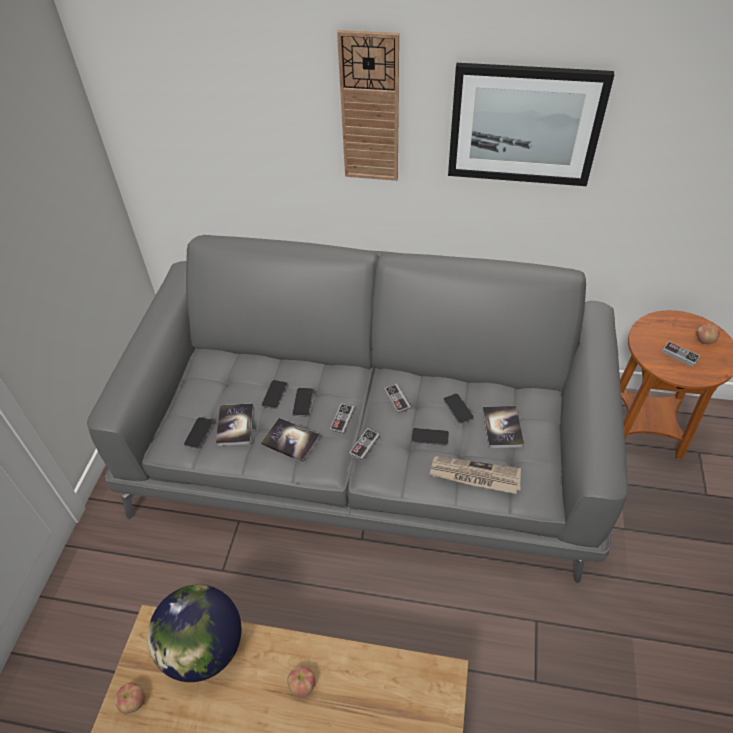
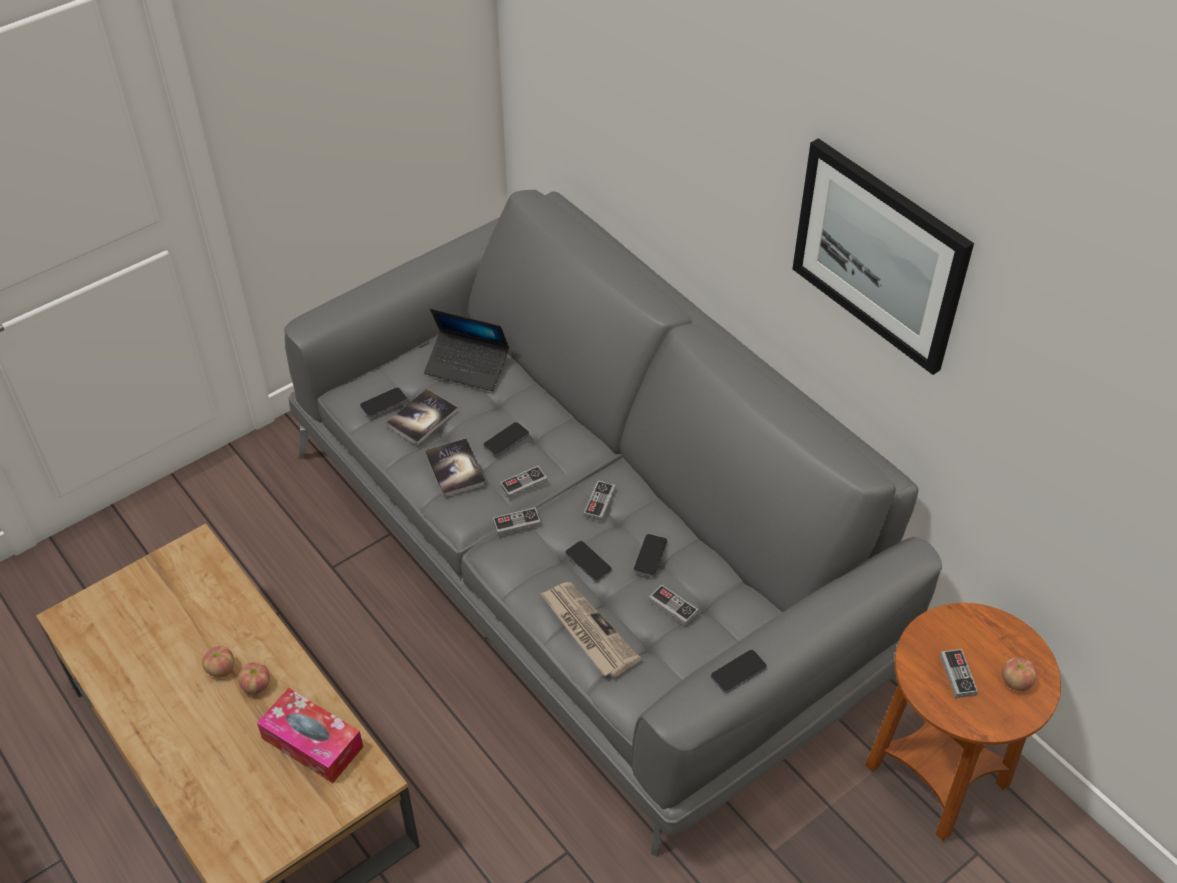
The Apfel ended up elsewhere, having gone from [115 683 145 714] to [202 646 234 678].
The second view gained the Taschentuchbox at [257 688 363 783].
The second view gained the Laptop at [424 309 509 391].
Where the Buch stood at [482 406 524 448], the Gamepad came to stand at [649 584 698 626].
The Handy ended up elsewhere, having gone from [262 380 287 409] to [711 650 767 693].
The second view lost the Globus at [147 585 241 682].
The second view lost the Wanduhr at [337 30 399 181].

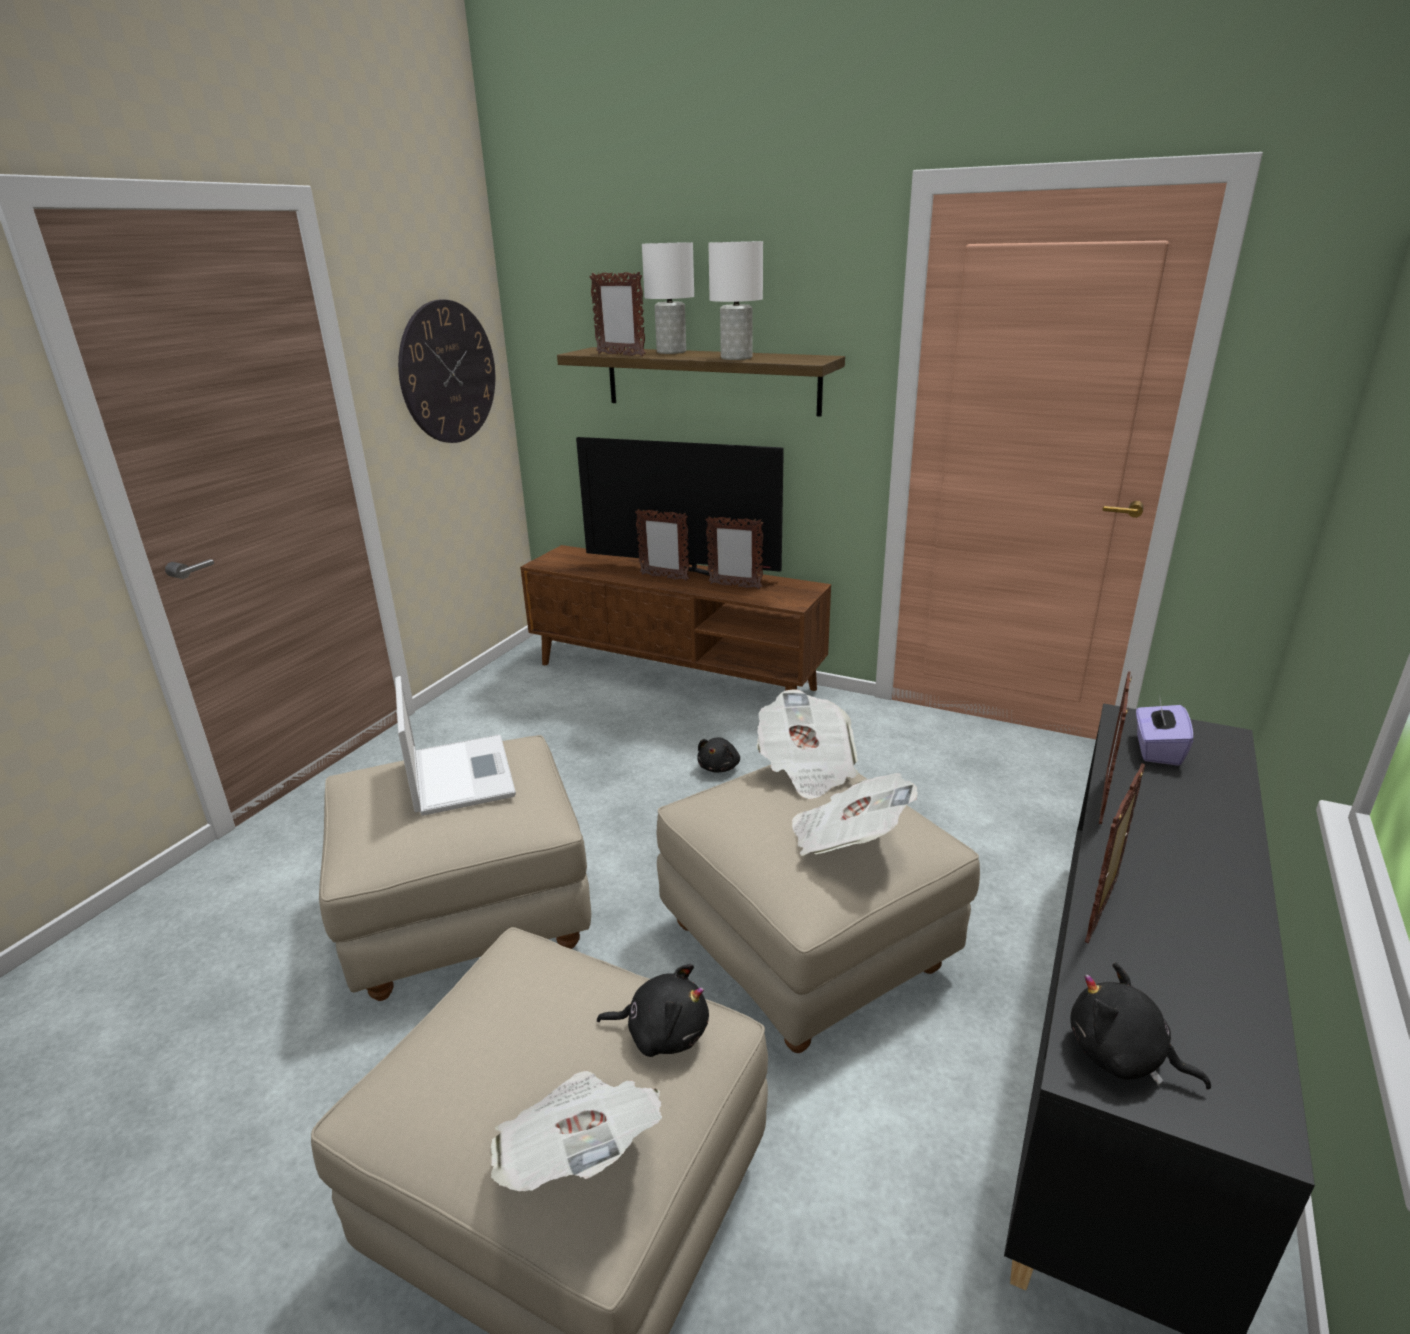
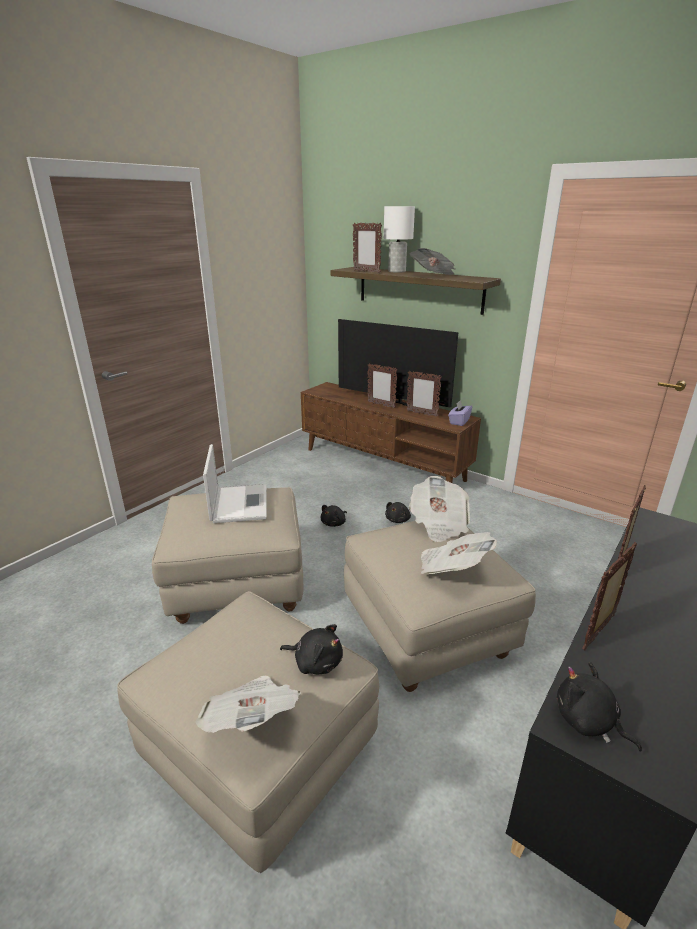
The second view gained the Plüschtier [schwarz] at [321 505 347 527].
Where the Tischlampe [weiß] stood at [708 241 763 360], the Zeitung came to stand at [410 248 455 275].
The Taschentuchbox [lila] ended up elsewhere, having gone from [1136 700 1193 766] to [448 400 472 426].
The second view lost the Wanduhr at [398 299 495 443].

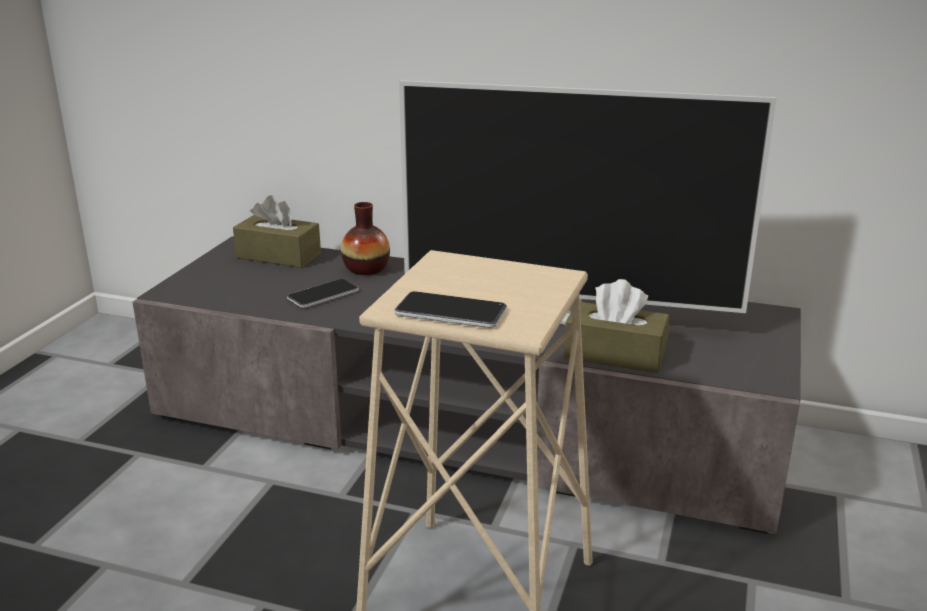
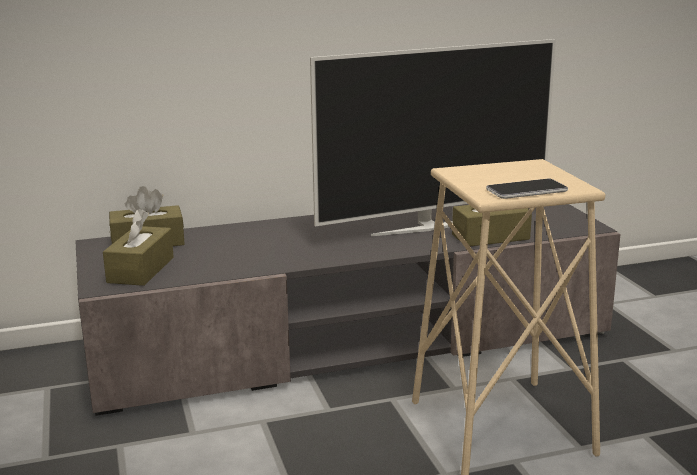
The second view gained the Taschentuchbox [braun] at [103 209 174 286].
The second view lost the Handy at [287 279 359 308].
The second view lost the Vase at [341 202 390 275].

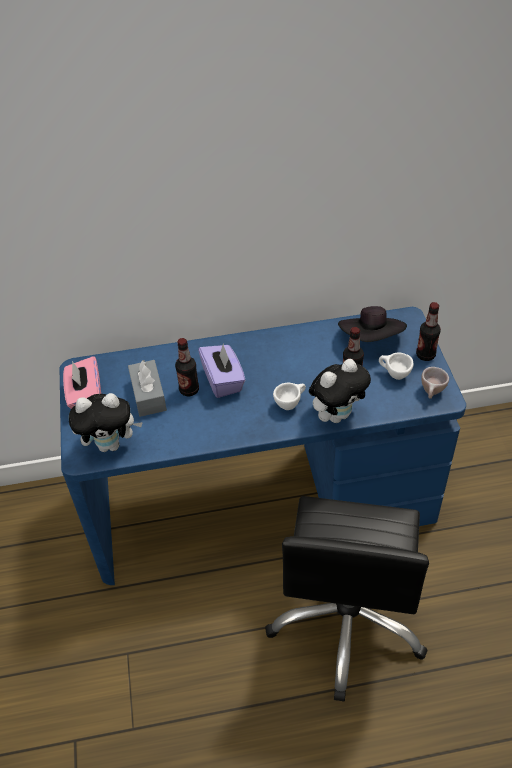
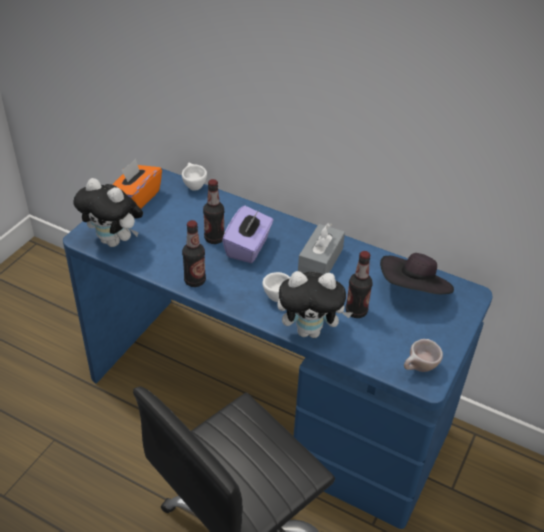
What was the Taschentuchbox [rosa] at [63 356 101 409] turned into the Taschentuchbox [orange] at [112 159 162 209].
The Tasse [weiß] ended up elsewhere, having gone from [379 352 413 380] to [182 162 207 191].
The Flasche ended up elsewhere, having gone from [416 302 441 361] to [182 220 206 287].
The Taschentuchbox [grau] ended up elsewhere, having gone from [128 360 167 417] to [298 223 345 275].

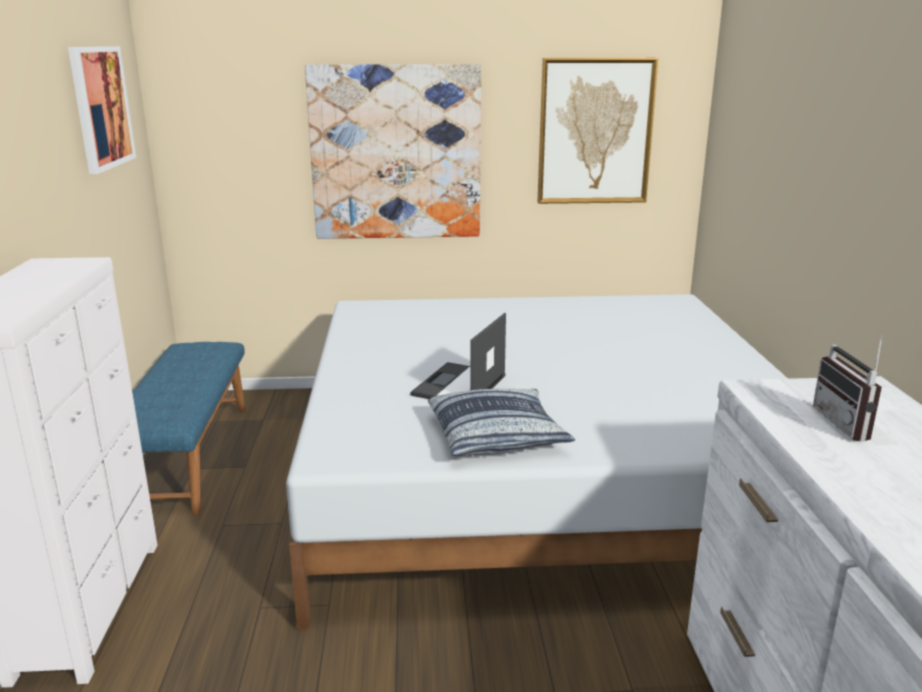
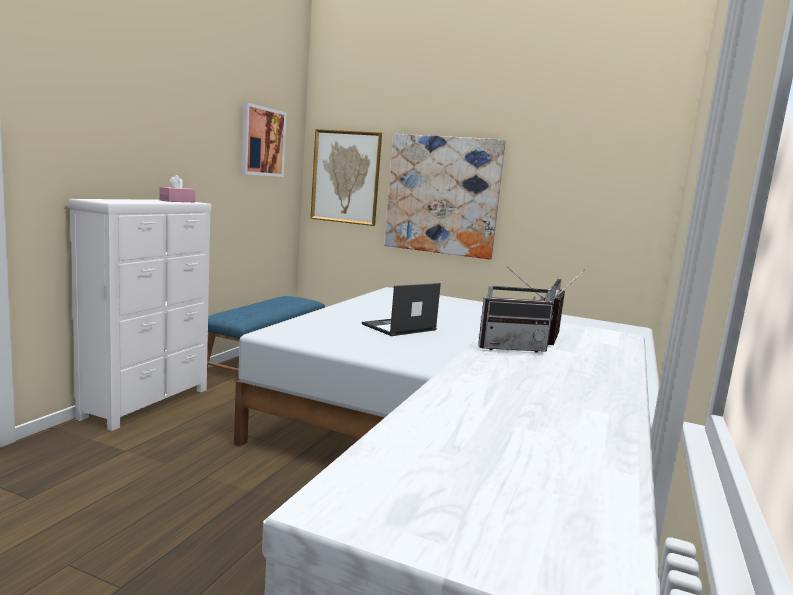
The second view gained the Taschentuchbox [rosa] at [159 175 195 202].
The Bild ended up elsewhere, having gone from [538 58 658 204] to [310 129 382 226].
The second view gained the Radio at [478 266 553 353].
The second view lost the Kissen at [428 389 575 456].

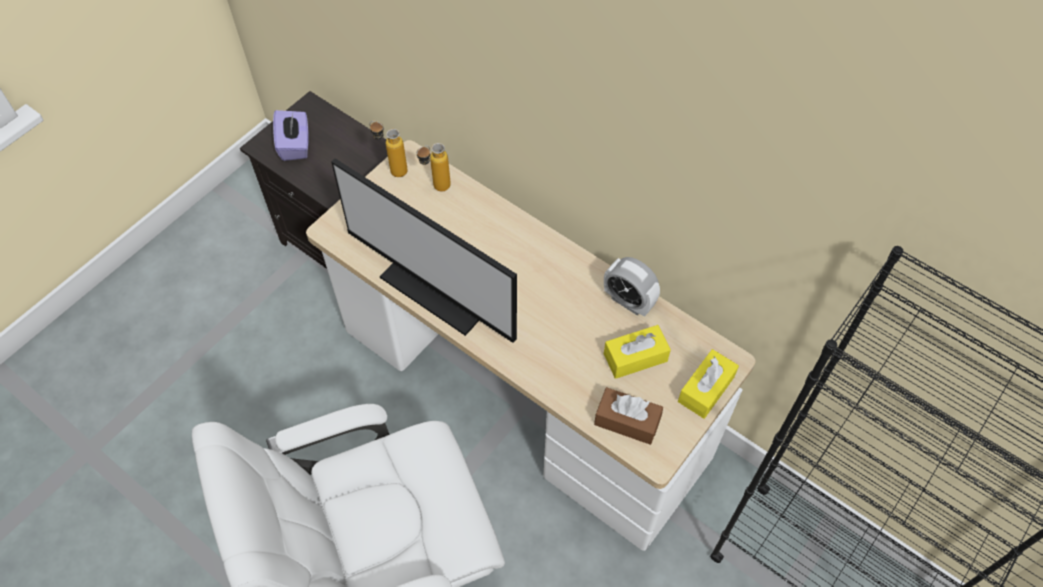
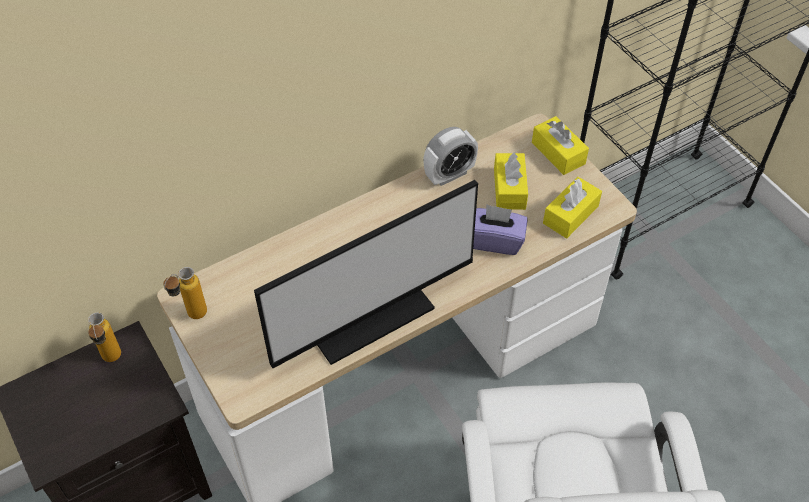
The Flasche ended up elsewhere, having gone from [416 143 451 192] to [88 312 121 362].
The Taschentuchbox [lila] ended up elsewhere, having gone from [273 110 309 161] to [473 204 528 255].
What was the Taschentuchbox [braun] at [594 387 663 445] turned into the Taschentuchbox [gelb] at [543 177 602 238].

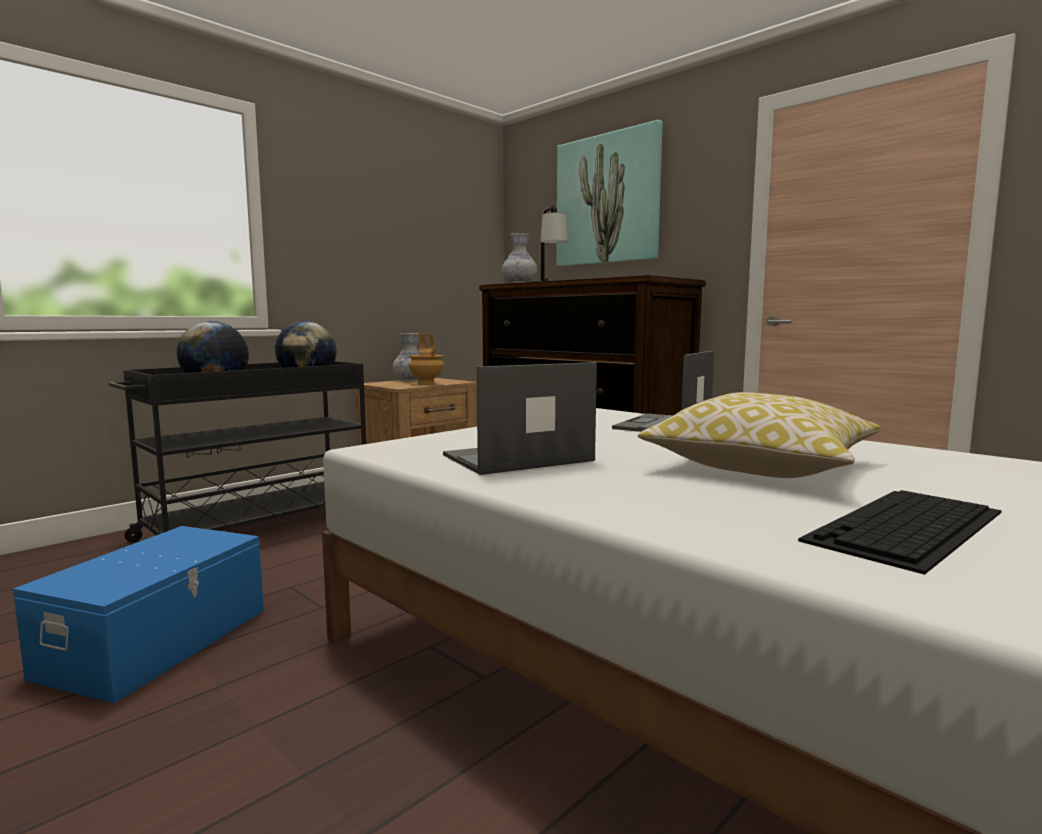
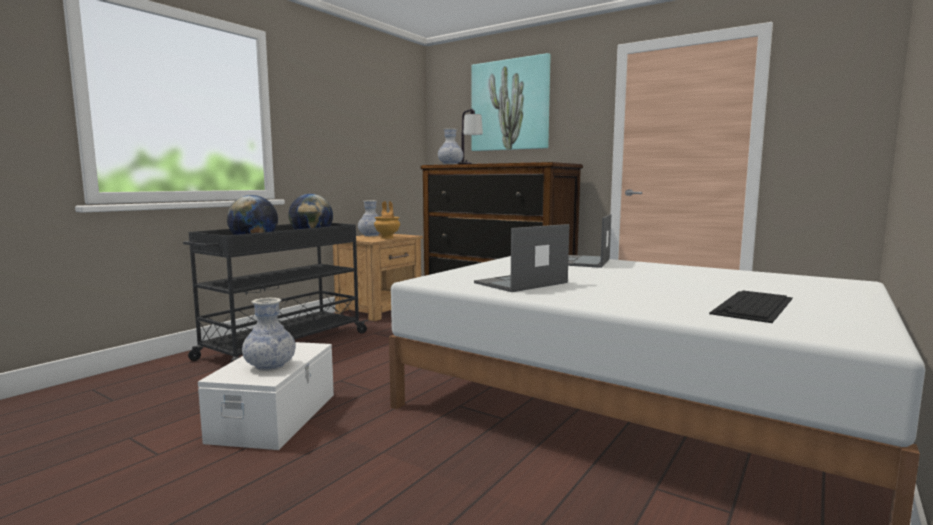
What was the Aufbewahrungsbox [blau] at [13 526 264 703] turned into the Aufbewahrungsbox [weiß] at [198 342 334 450].
The second view gained the Vase at [242 298 296 371].
The second view lost the Kissen at [638 392 881 478].

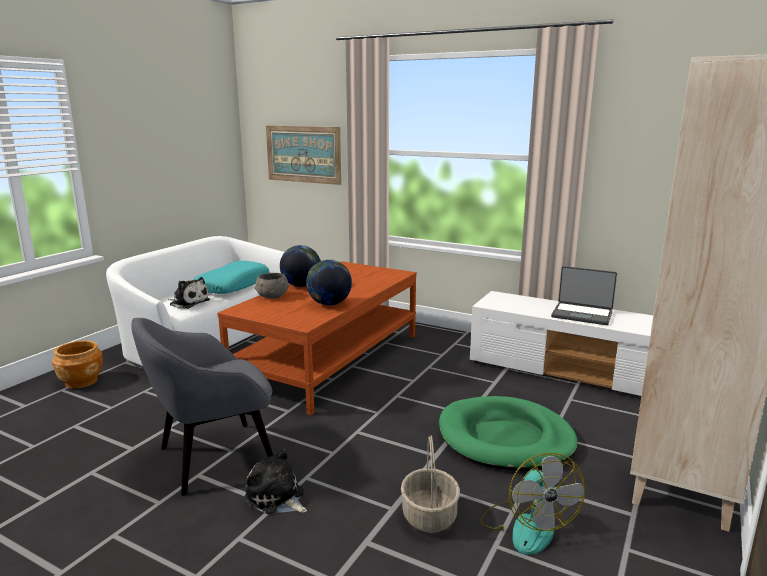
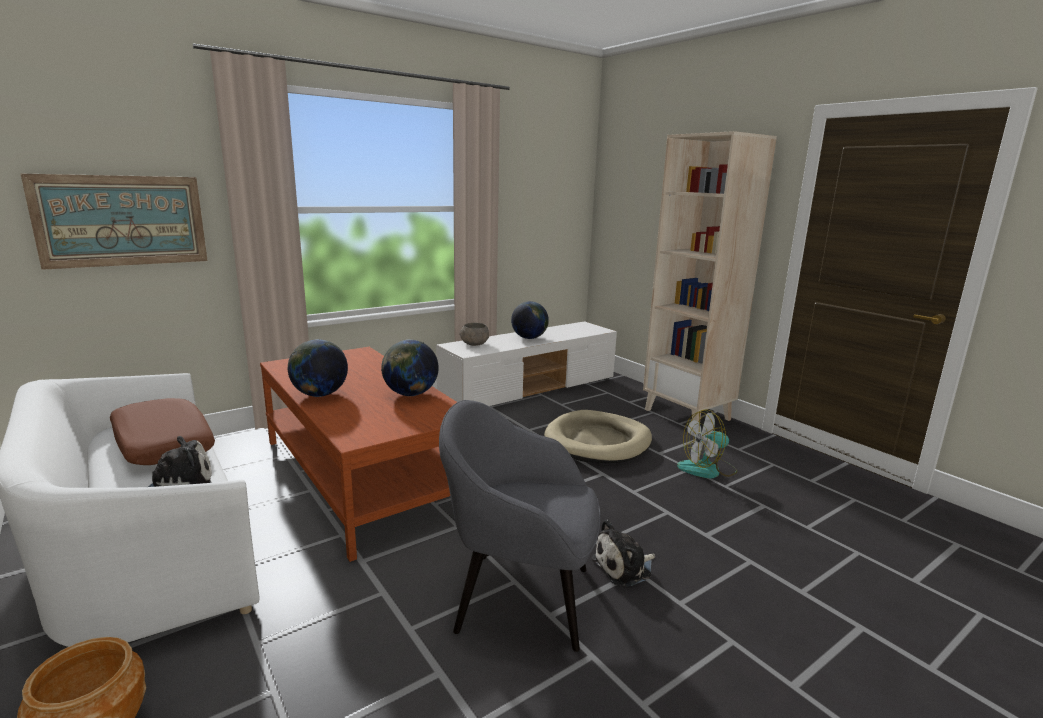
What was the Kissen [türkis] at [193 261 269 294] turned into the Kissen [braun] at [110 398 215 465].
The Sessel [grau] at [131 318 274 496] ended up facing another way, 105 degrees clockwise from before.
The Schüssel [grau] ended up elsewhere, having gone from [254 273 289 299] to [459 323 489 346].
Where the Laptop stood at [551 266 617 325], the Globus came to stand at [511 301 549 339].
What was the Hundebett [grün] at [439 396 578 471] turned into the Hundebett [beige] at [544 410 652 463].
The Ventilator at [480 453 585 555] ended up facing another way, 150 degrees clockwise from before.
The second view lost the Korb at [401 435 460 533].

